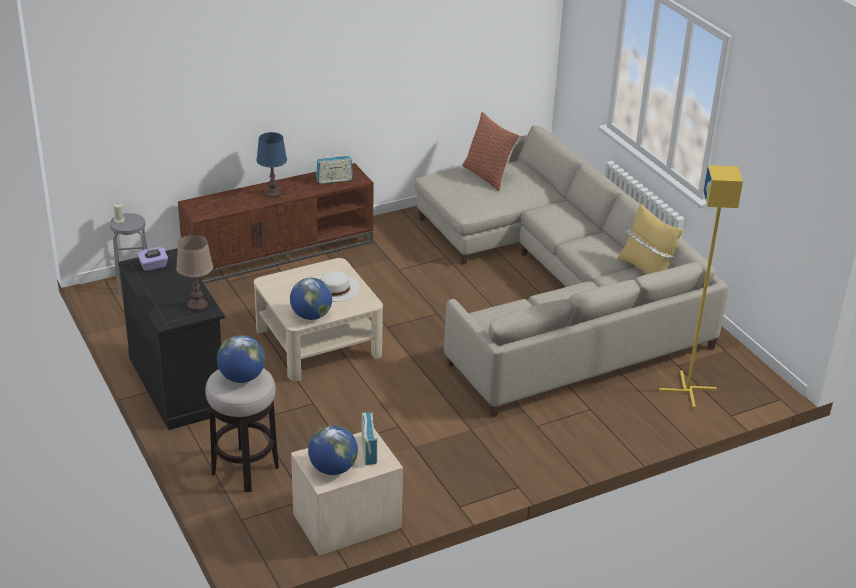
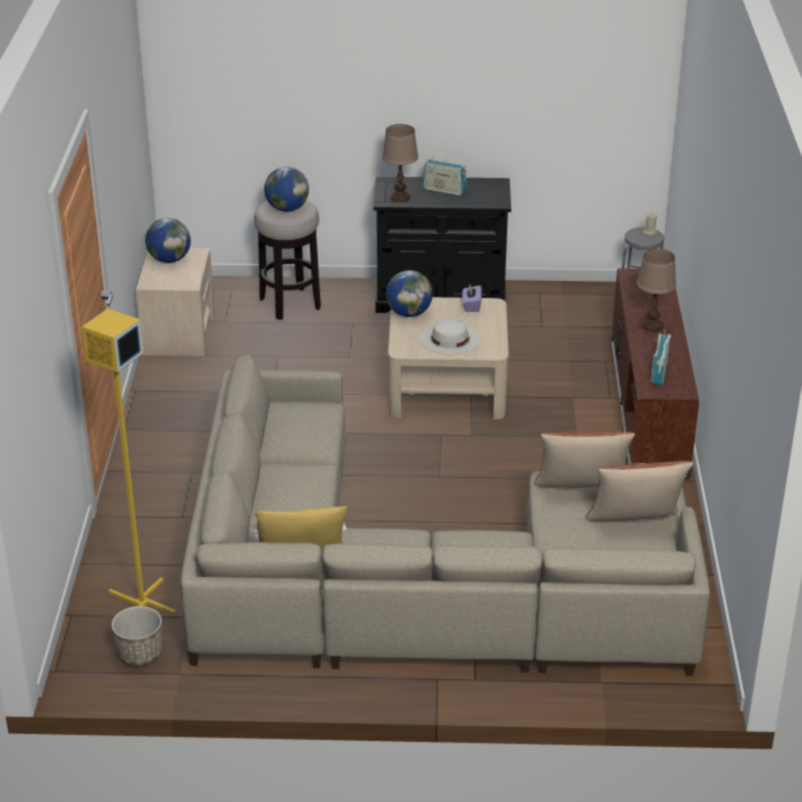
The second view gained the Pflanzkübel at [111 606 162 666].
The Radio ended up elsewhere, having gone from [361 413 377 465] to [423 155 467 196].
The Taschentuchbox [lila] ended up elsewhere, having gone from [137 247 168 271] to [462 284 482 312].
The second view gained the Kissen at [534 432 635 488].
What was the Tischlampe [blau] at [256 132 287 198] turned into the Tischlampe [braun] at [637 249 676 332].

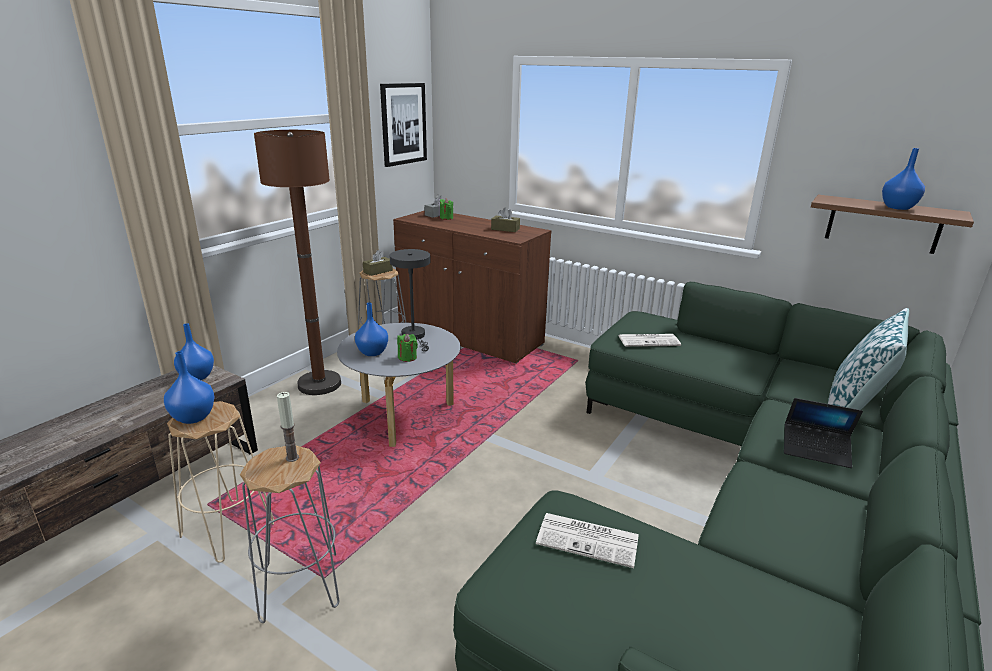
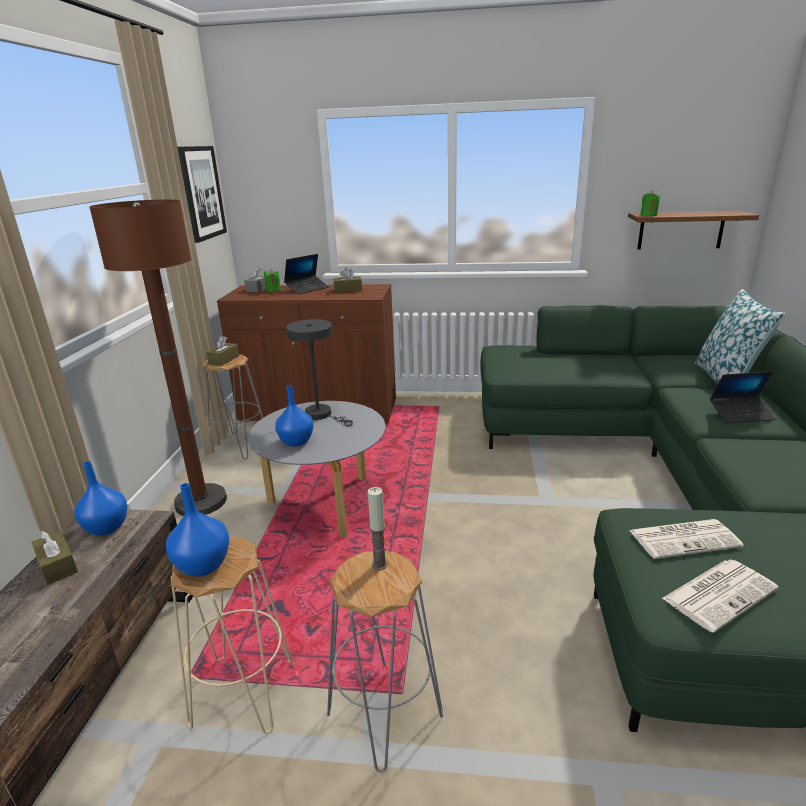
The second view gained the Taschentuchbox [braun] at [31 531 78 585].
The second view gained the Laptop at [284 254 329 294].
The Kerze [grün] ended up elsewhere, having gone from [397 334 418 362] to [640 191 660 216].
The Zeitung ended up elsewhere, having gone from [618 334 681 347] to [662 560 779 633].
The second view lost the Vase [blau] at [882 148 925 210].

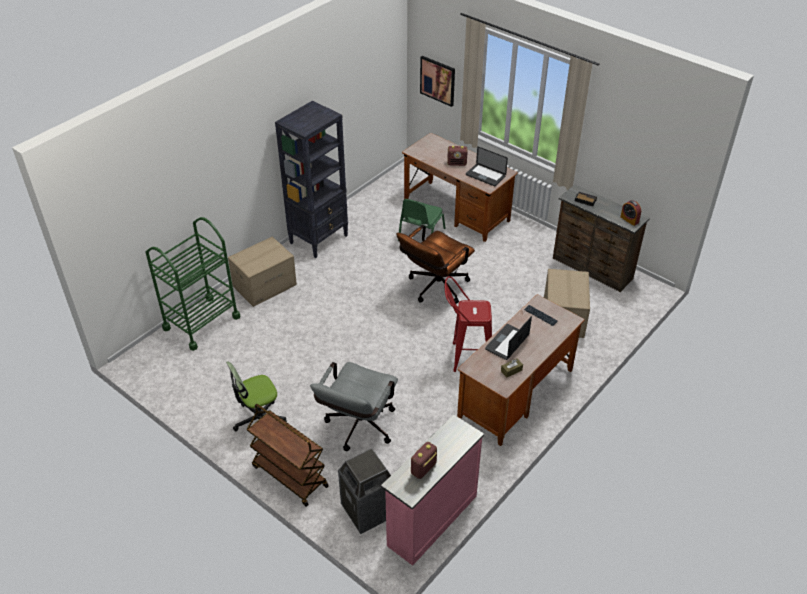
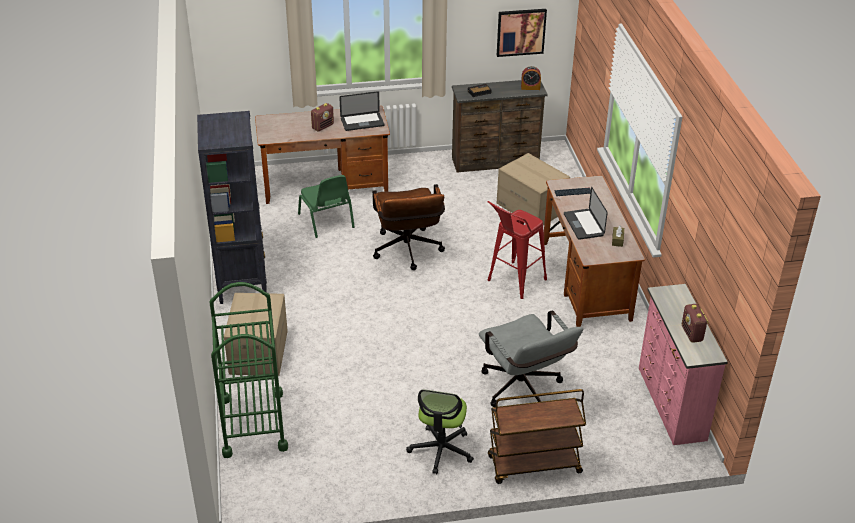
The Bild ended up elsewhere, having gone from [420 56 455 107] to [497 9 547 57].
The second view lost the Mülleimer at [338 448 391 534].

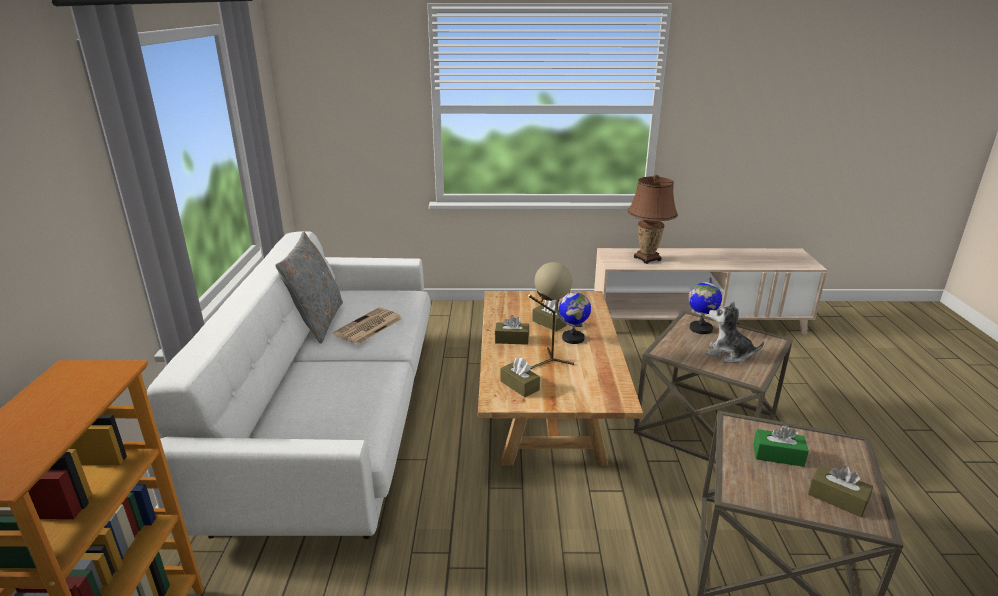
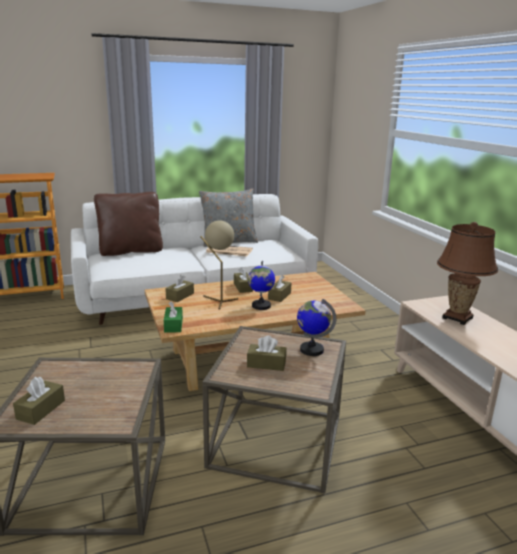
The second view gained the Kissen [braun] at [94 192 163 256].
The Taschentuchbox [grün] ended up elsewhere, having gone from [753 425 809 467] to [164 301 183 333].
Where the Plüschtier stood at [705 302 764 363], the Taschentuchbox [braun] came to stand at [247 335 286 371].

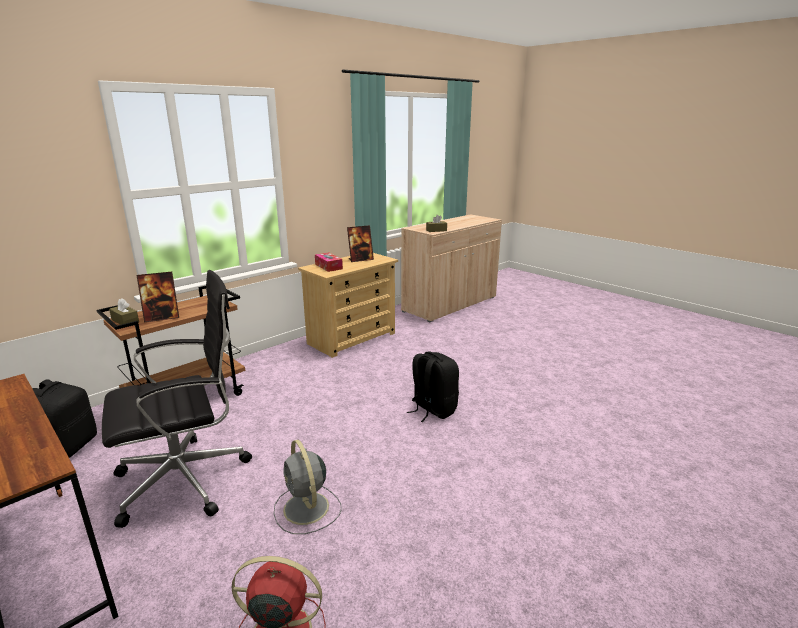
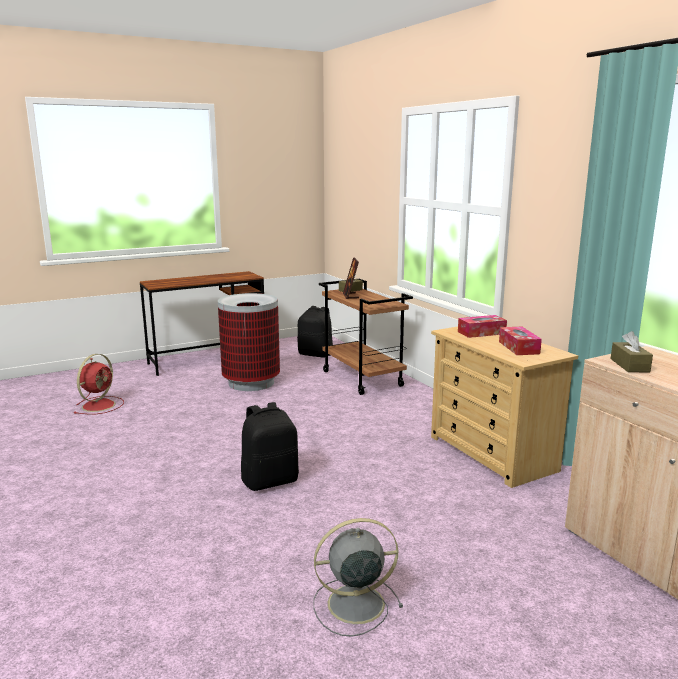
Where the Bürostuhl [schwarz] stood at [102 270 252 528], the Mülleimer came to stand at [218 293 280 391].
The Ventilator [grau] ended up elsewhere, having gone from [274 440 342 534] to [313 518 403 637].
Where the Bilderrahmen stood at [347 225 374 262], the Taschentuchbox came to stand at [499 327 542 355].

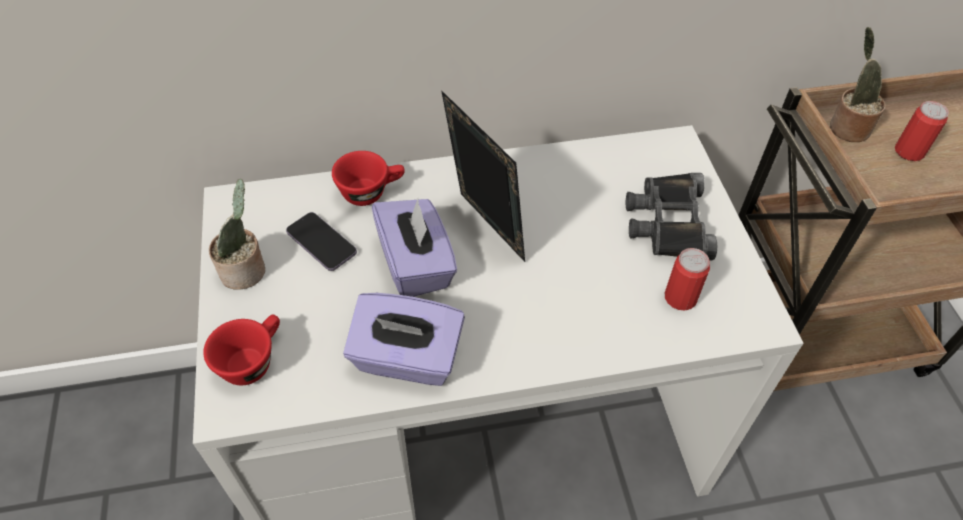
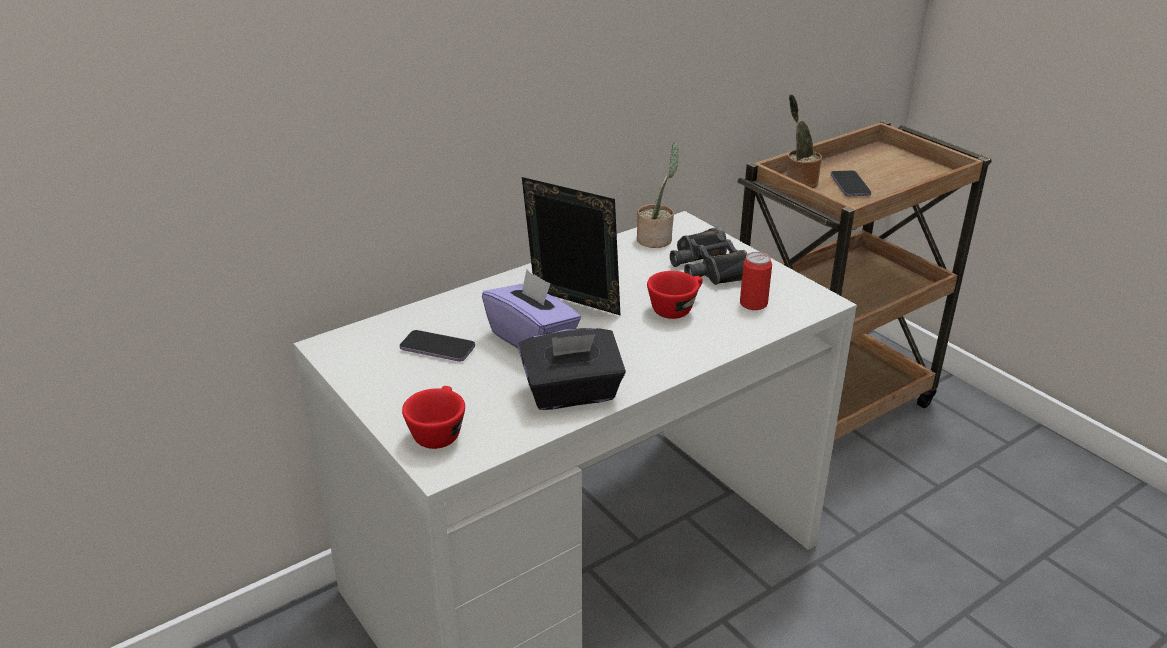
What was the Taschentuchbox [lila] at [343 293 465 386] turned into the Taschentuchbox [schwarz] at [518 328 626 410].
The Topfpflanze ended up elsewhere, having gone from [209 179 265 290] to [637 142 679 248].
The Tasse [rot] ended up elsewhere, having gone from [332 151 405 206] to [647 271 703 319].
Where the Dose stood at [895 101 949 161], the Handy came to stand at [831 170 871 196].

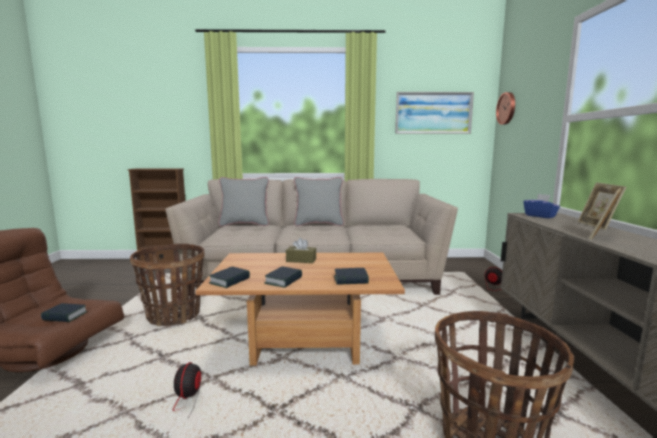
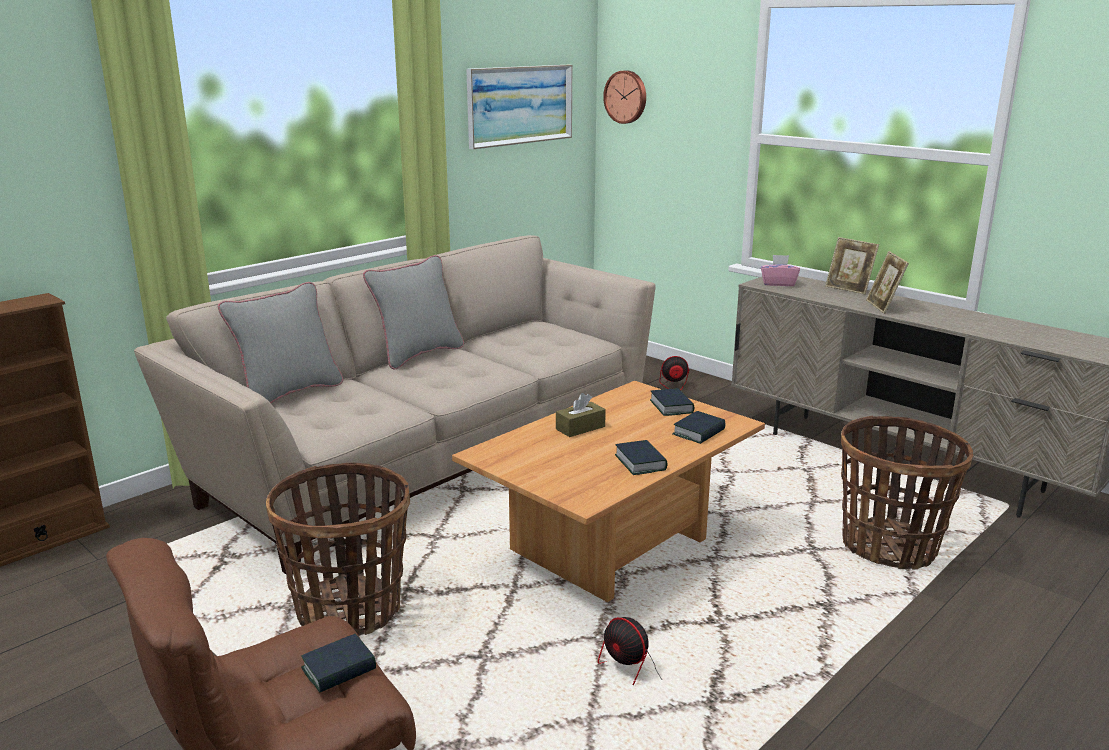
The Buch ended up elsewhere, having gone from [209 267 250 288] to [650 388 694 416].
What was the Taschentuchbox [blau] at [524 194 560 218] turned into the Taschentuchbox [rosa] at [761 255 800 286].

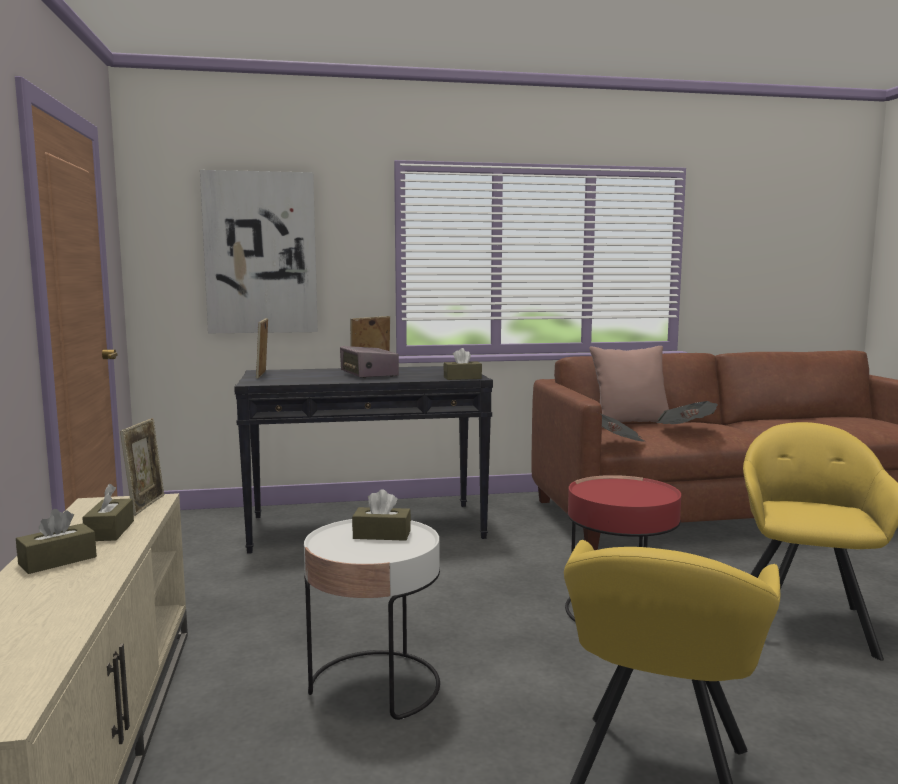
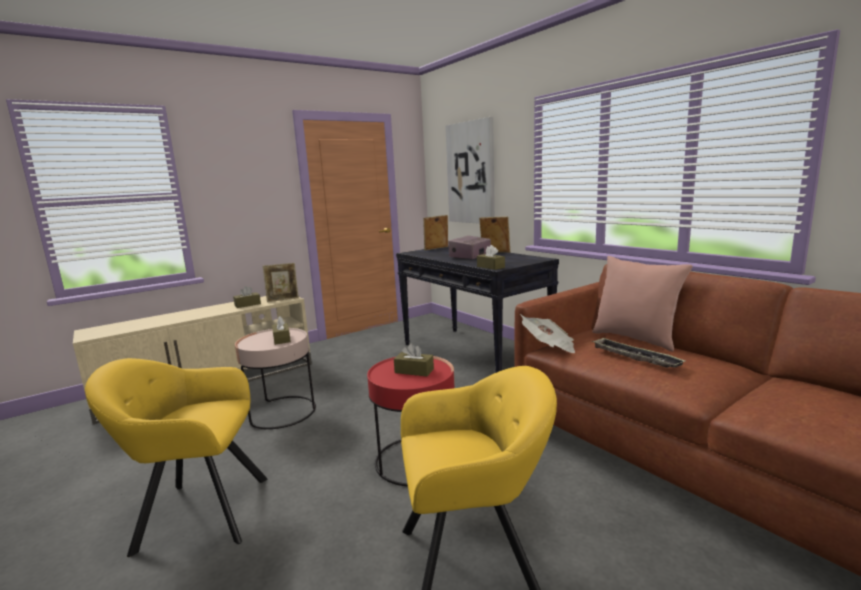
What was the Beistelltisch [weiß] at [304 519 440 720] turned into the Beistelltisch [rosa] at [235 328 316 429].
The Taschentuchbox [braun] ended up elsewhere, having gone from [16 509 97 574] to [394 343 434 377].
Where the Zeitung stood at [656 401 718 424], the Tablett came to stand at [592 338 685 368].

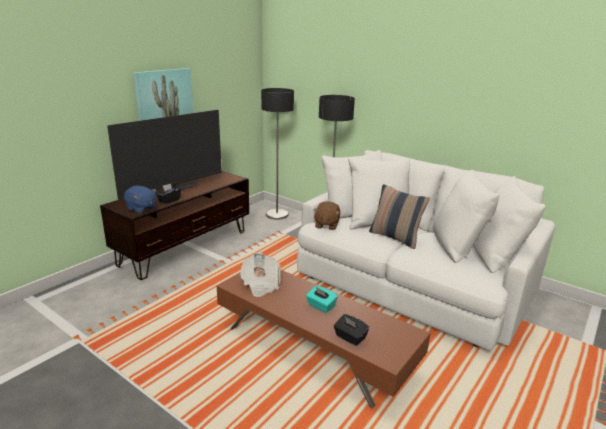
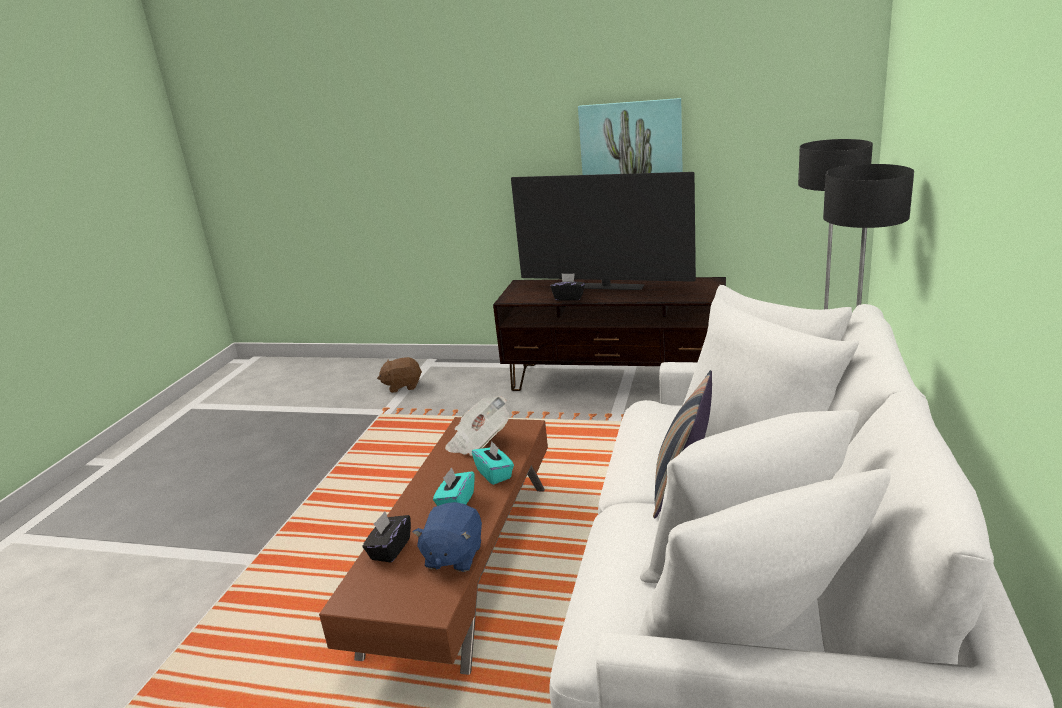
The Plüschtier [braun] ended up elsewhere, having gone from [313 201 340 230] to [377 357 422 393].
The Plüschtier [blau] ended up elsewhere, having gone from [124 185 157 214] to [412 502 482 572].
The second view gained the Taschentuchbox [türkis] at [472 441 514 485].

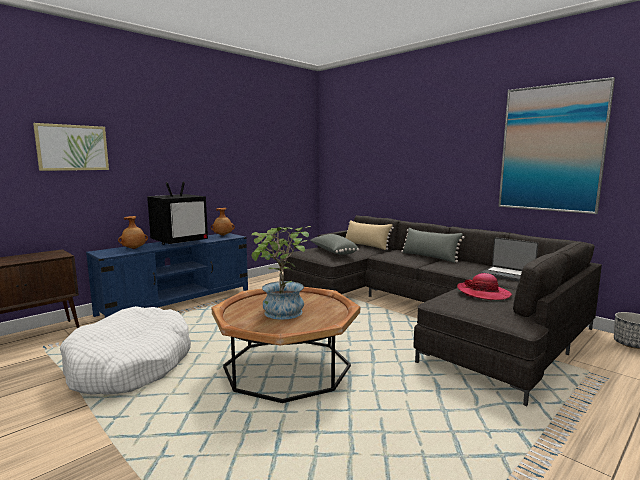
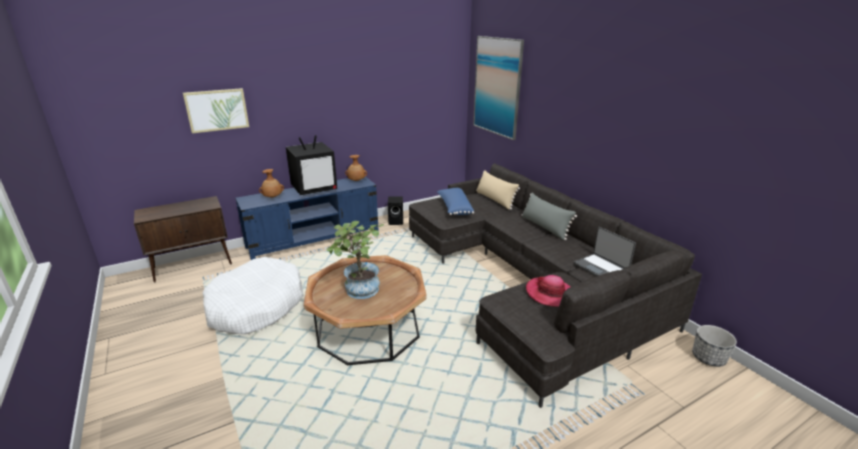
The second view gained the Lautsprecher [schwarz] at [388 196 403 225].
What was the Kissen [grau] at [310 234 359 255] turned into the Kissen [blau] at [437 188 474 215].
The Bild ended up elsewhere, having gone from [498 77 615 214] to [473 36 524 140].

